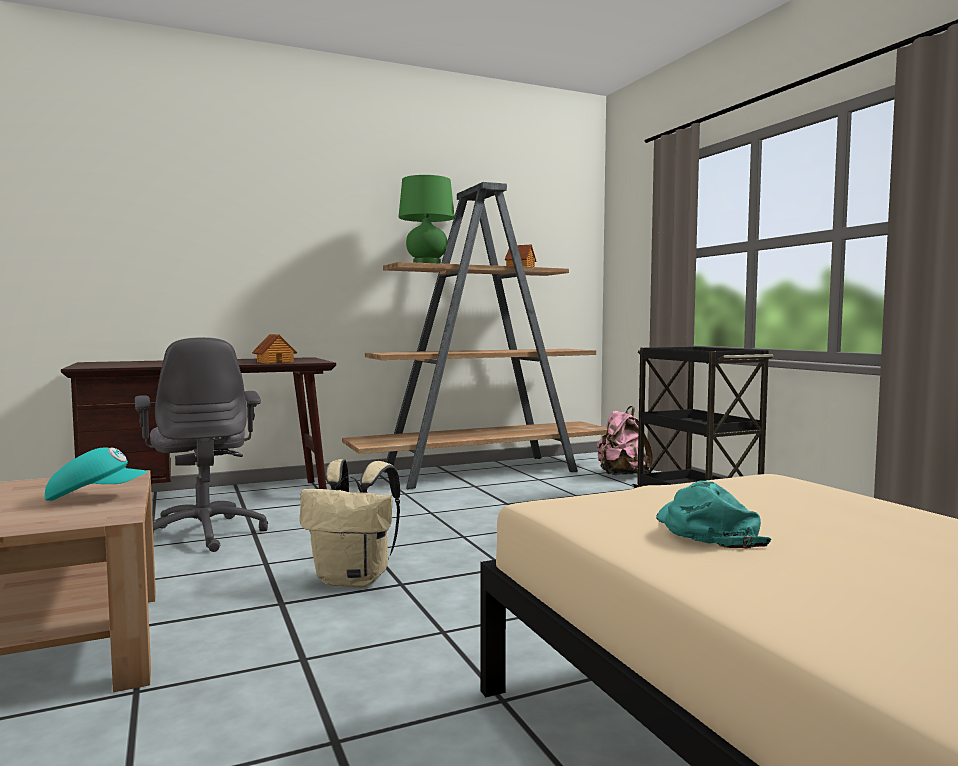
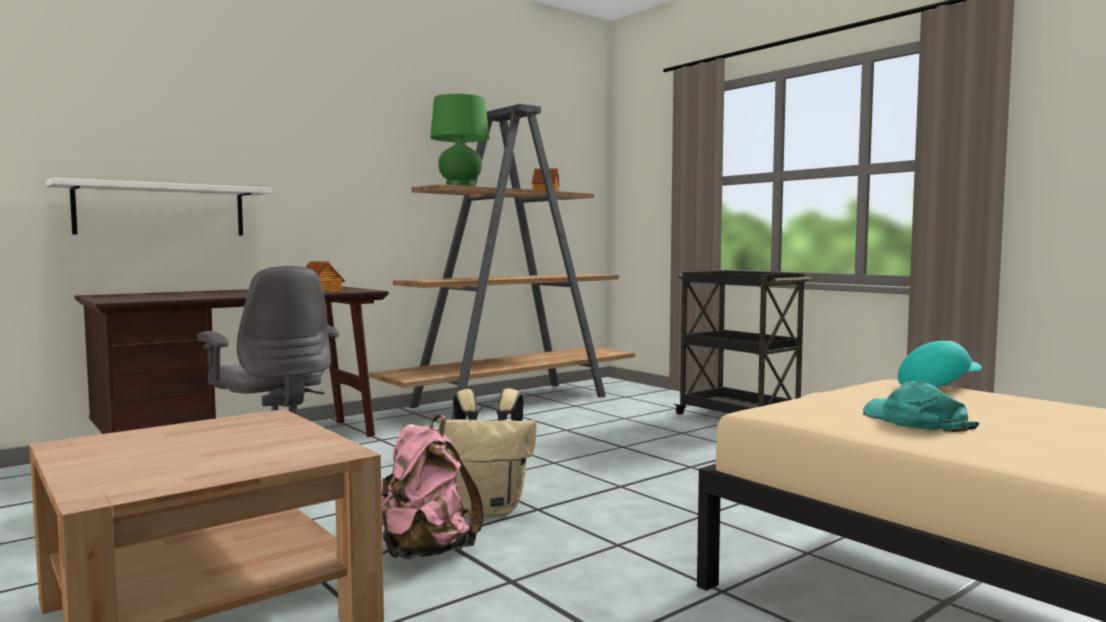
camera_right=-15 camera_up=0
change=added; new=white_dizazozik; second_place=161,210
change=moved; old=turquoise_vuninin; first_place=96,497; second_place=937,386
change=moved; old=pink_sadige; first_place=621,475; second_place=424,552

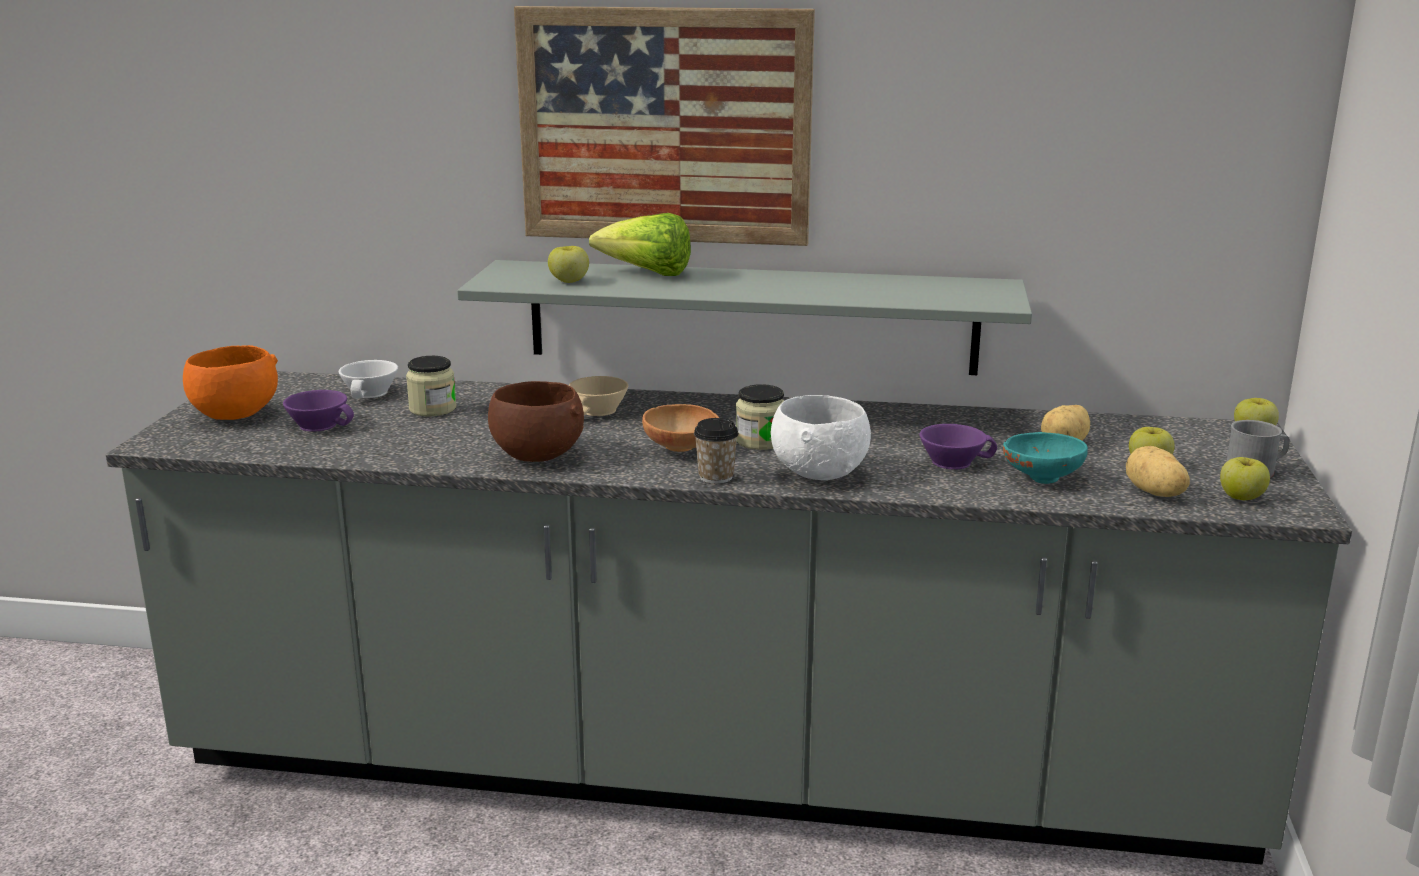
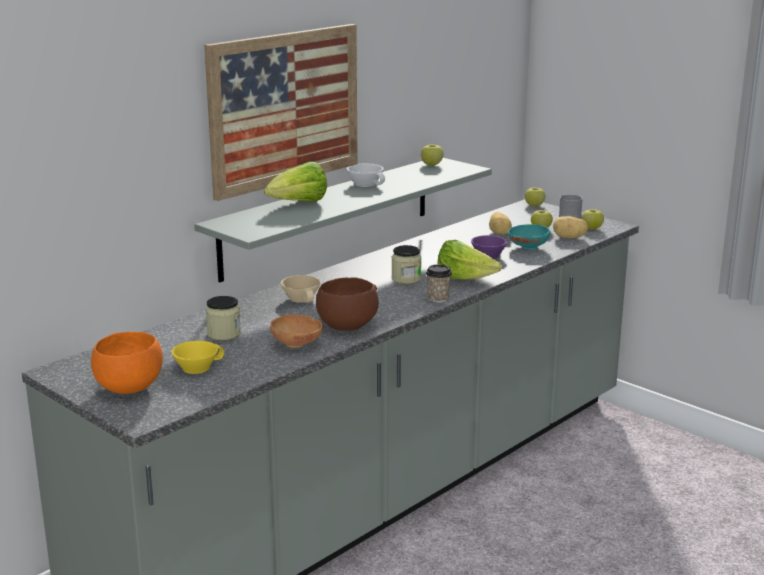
camera_right=-55 camera_up=0
change=moved; old=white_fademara; first_place=372,393; second_place=367,183
change=moved; old=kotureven; first_place=569,281; second_place=432,164
change=moved; old=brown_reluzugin; first_place=682,449; second_place=298,345
change=replaced; old=white_reluzugin; new=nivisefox; first_place=820,473; second_place=464,279
change=recoloured; old=purple_fademara; new=yellow_fademara; first_place=321,424; second_place=196,367

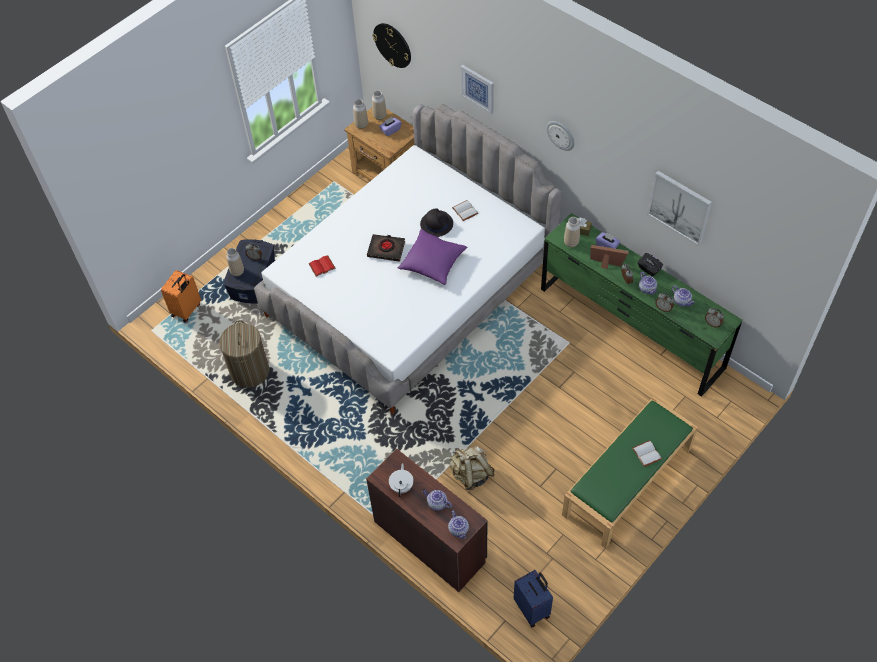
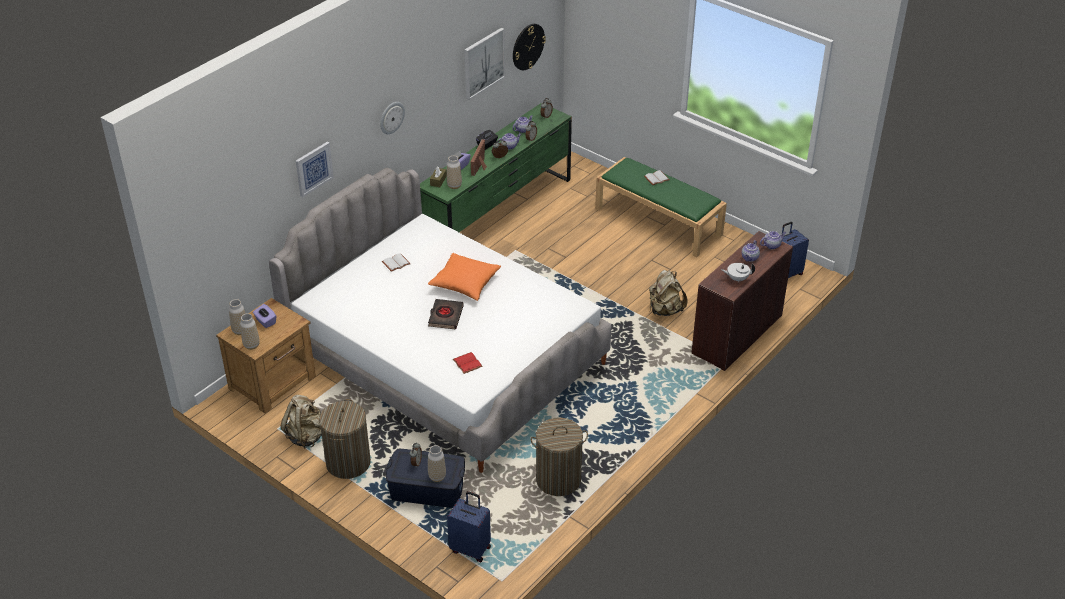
camera_right=-95 camera_up=-15
change=removed; old=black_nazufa; first_place=436,224
change=added; new=beige_sadige; second_place=306,436
change=added; new=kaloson; second_place=348,462
change=moved; old=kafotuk; first_place=392,45; second_place=528,46
change=recoloured; old=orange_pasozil; new=blue_pasozil; first_place=187,310; second_place=471,548
change=recoloured; old=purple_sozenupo; new=orange_sozenupo; first_place=433,263; second_place=465,283

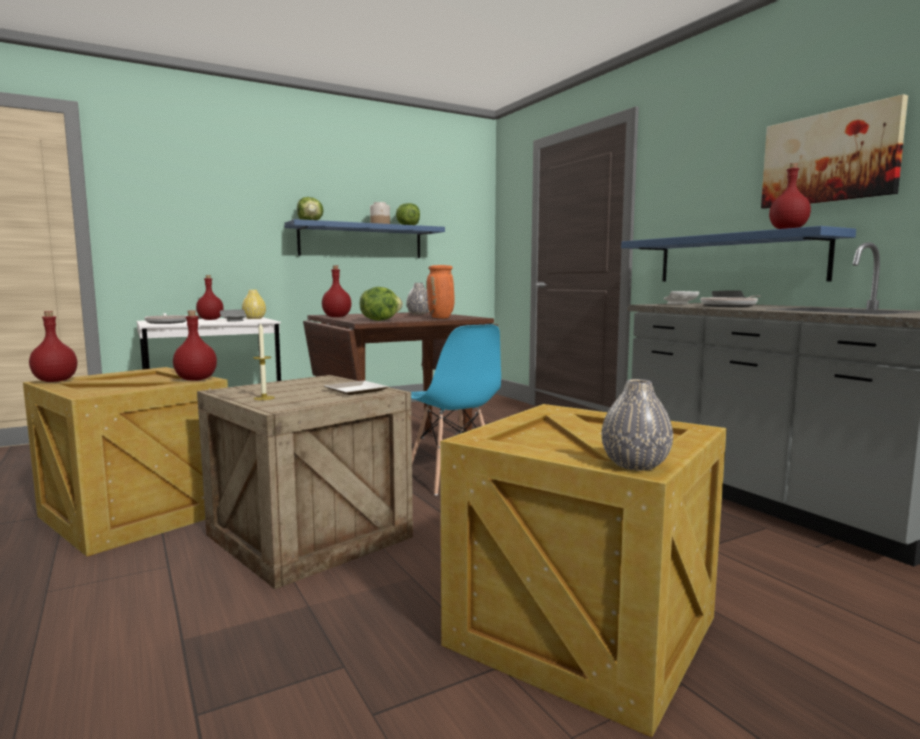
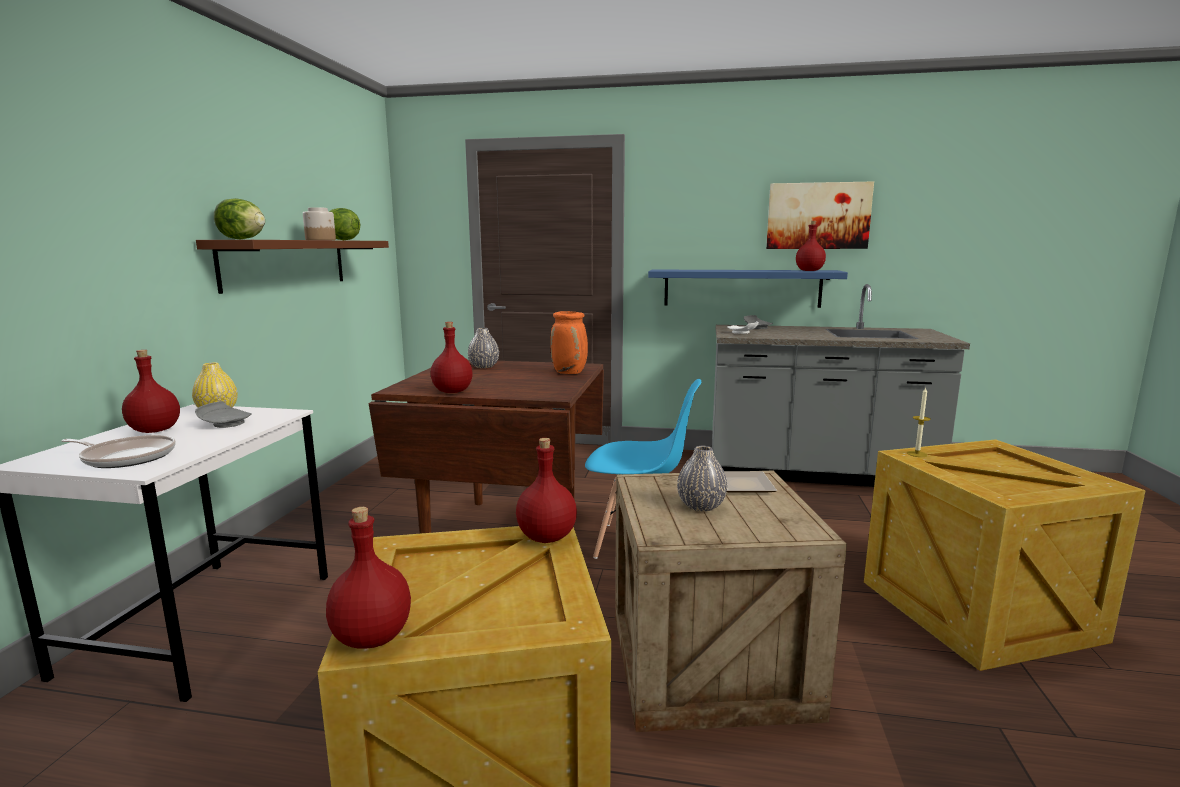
camera_right=-50 camera_up=5
change=removed; old=nivisefox; first_place=379,320
change=removed; old=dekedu; first_place=730,306
change=moved; old=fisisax; first_place=264,398; second_place=917,454
change=moved; old=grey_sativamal; first_place=635,465; second_place=701,506
change=recoloured; old=blue_dizazozik; new=brown_dizazozik; first_place=361,241; second_place=286,263

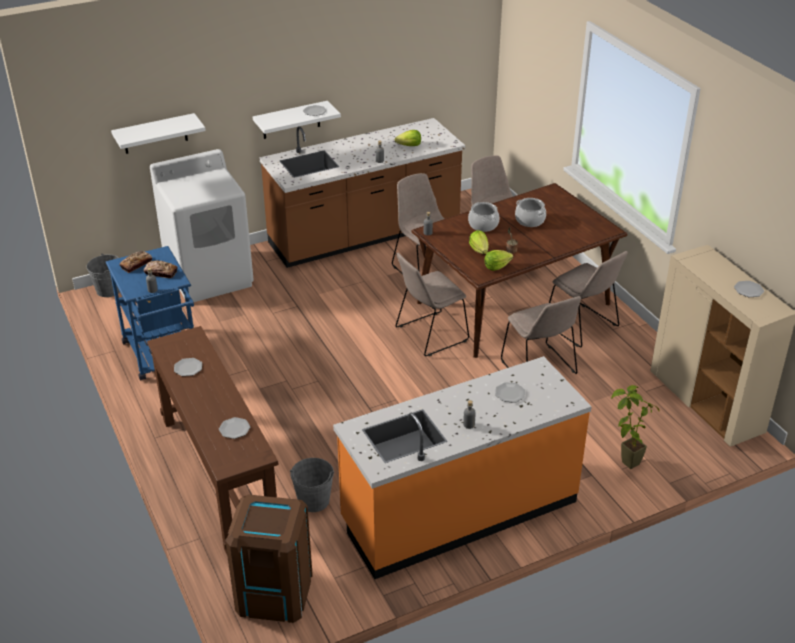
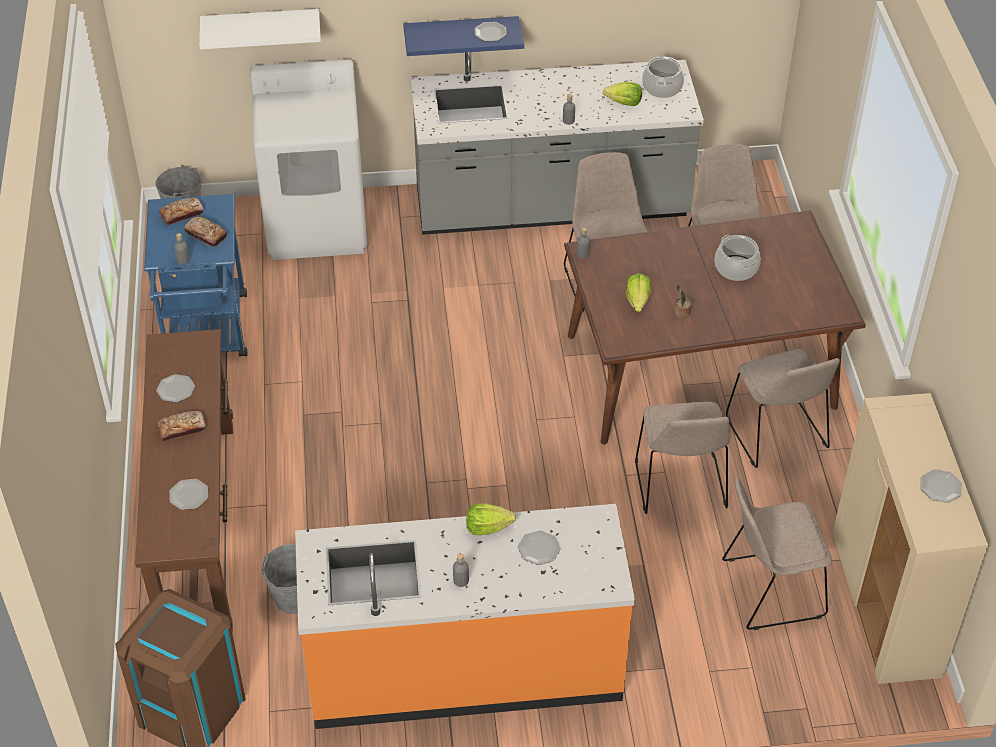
camera_right=20 camera_up=10
change=removed; old=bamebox; first_place=624,465
change=added; new=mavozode; second_place=181,429
change=moved; old=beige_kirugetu; first_place=429,335; second_place=769,589
change=moved; old=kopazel; first_place=483,225; second_place=662,87
change=moved; old=nivisefox; first_place=496,267; second_place=487,527
change=recoloured; old=white_dizazozik; new=blue_dizazozik; first_place=291,120; second_place=461,35
change=recoloured; old=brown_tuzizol; new=grey_tuzizol; first_place=365,235; second_place=551,207

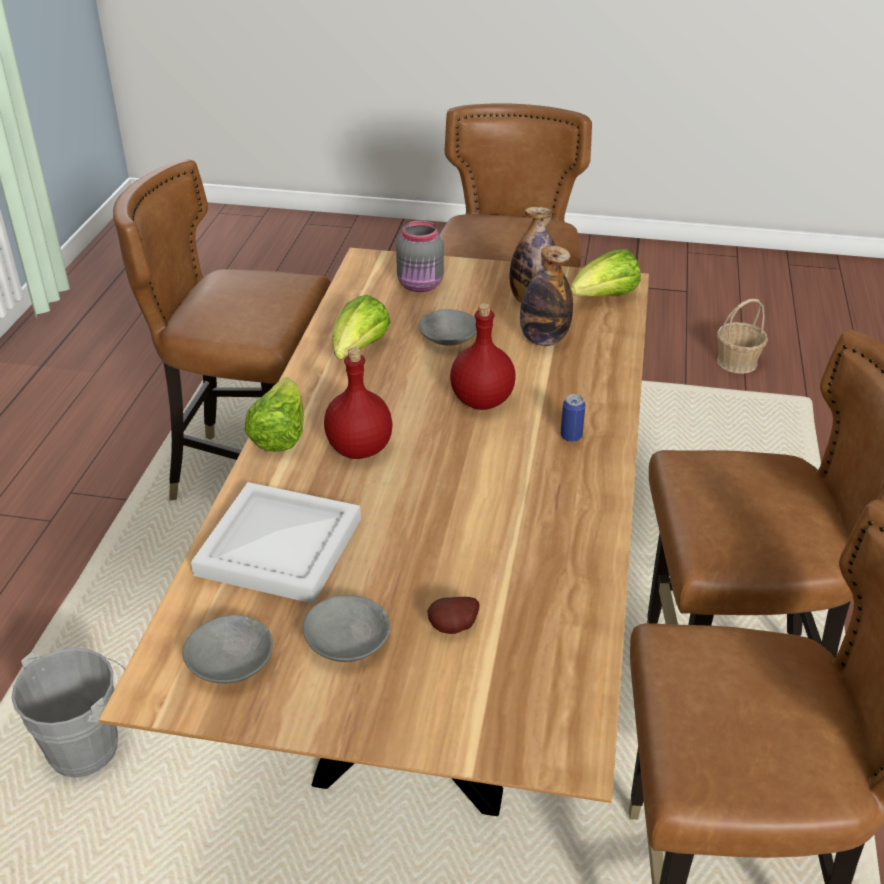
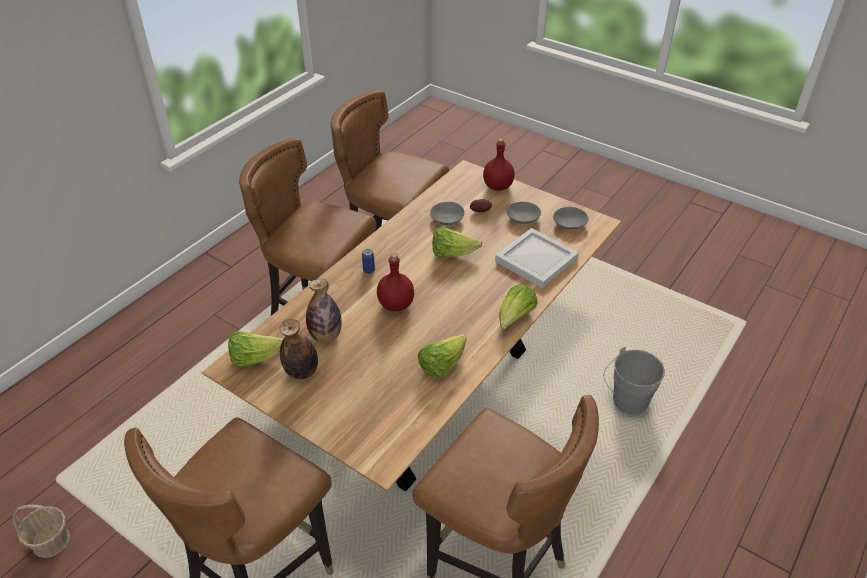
camera_right=-155 camera_up=5
change=removed; old=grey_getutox; first_place=421,285
change=added; new=nivisefox; second_place=452,253
change=moved; old=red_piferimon; first_place=361,449; second_place=497,186
change=moved; old=grey_reluzugin; first_place=448,337; second_place=447,219

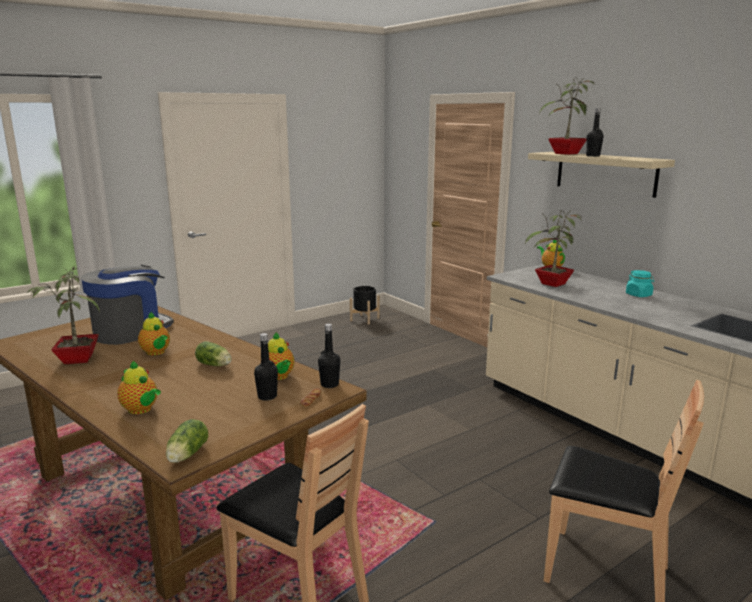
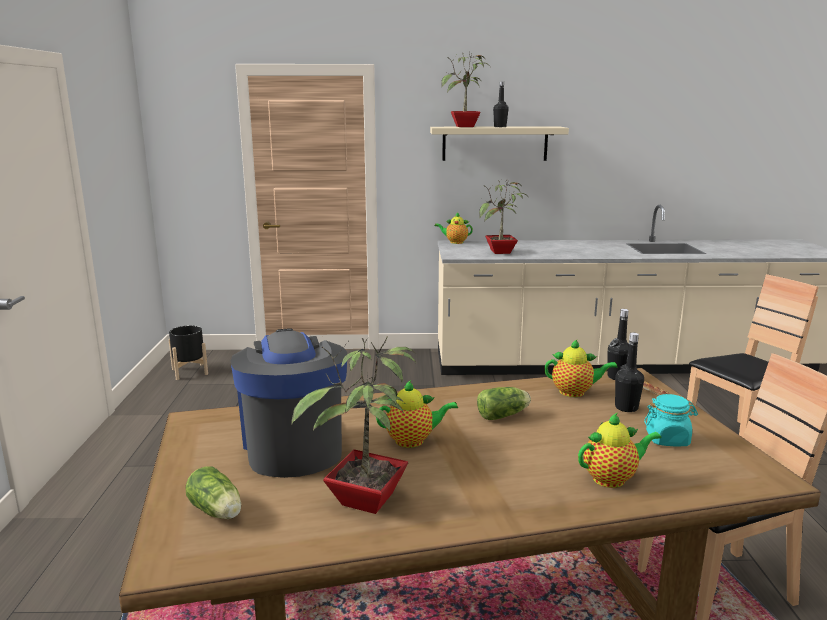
camera_right=-55 camera_up=0
change=moved; old=nivisefox; first_place=186,455; second_place=217,512
change=moved; old=turquoise_getutox; first_place=638,295; second_place=667,439

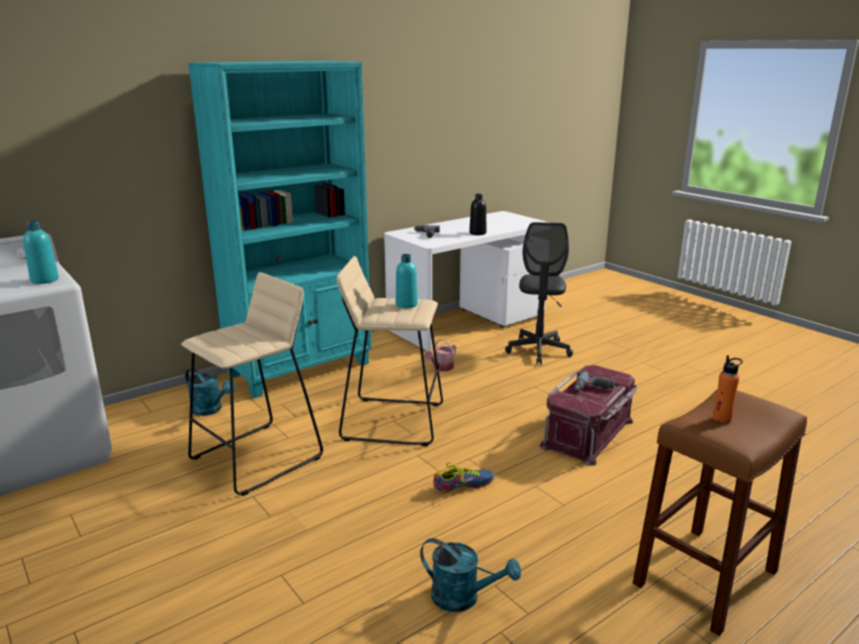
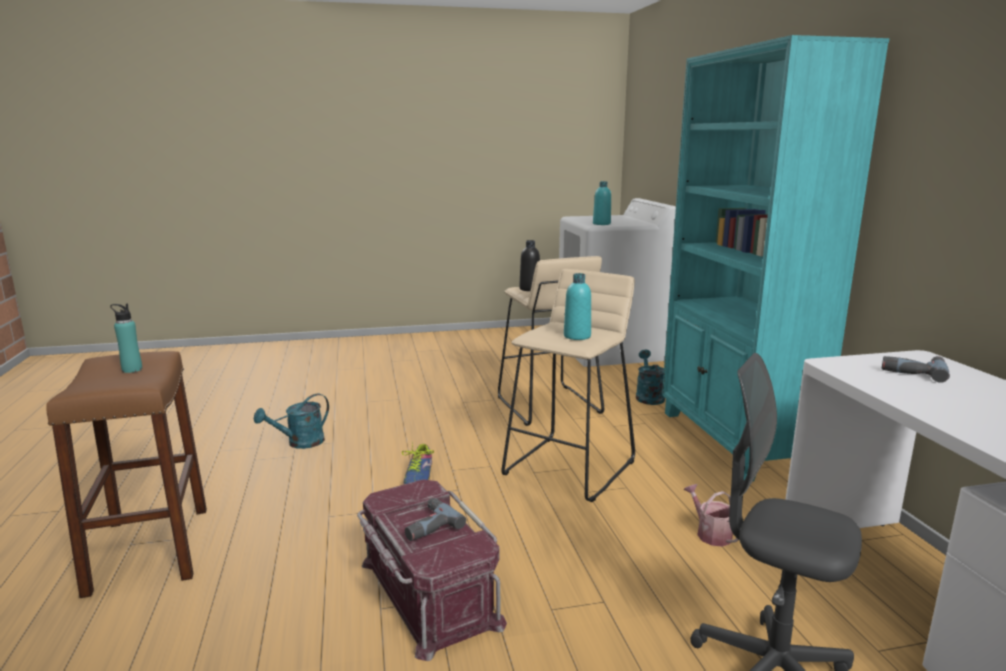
camera_right=115 camera_up=-5
change=moved; old=black_piferimon; first_place=477,233; second_place=529,289
change=recoloured; old=orange_piferimon; new=turquoise_piferimon; first_place=722,418; second_place=132,369
change=turned; old=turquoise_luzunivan; first_place=211,410; second_place=648,396; degrees=120

